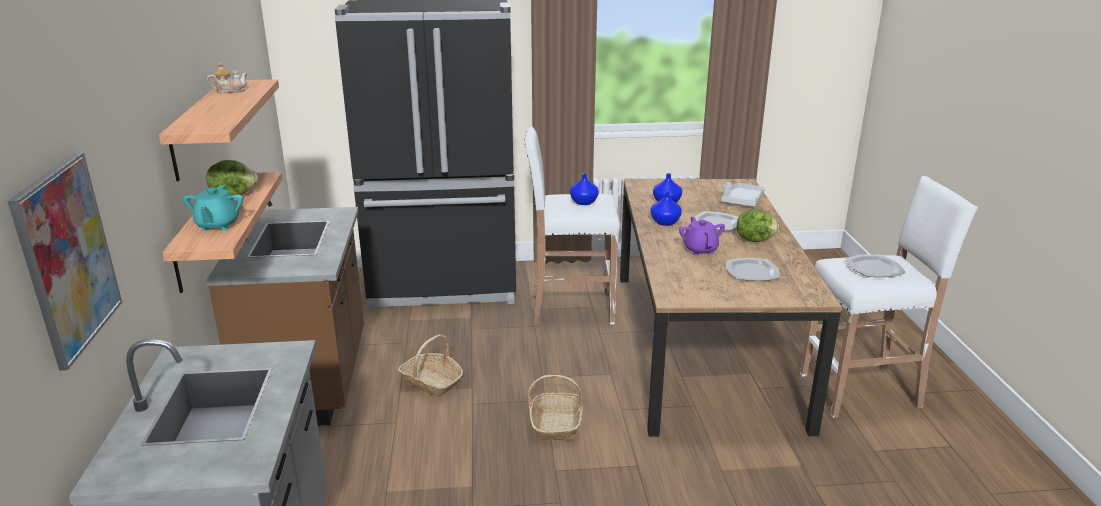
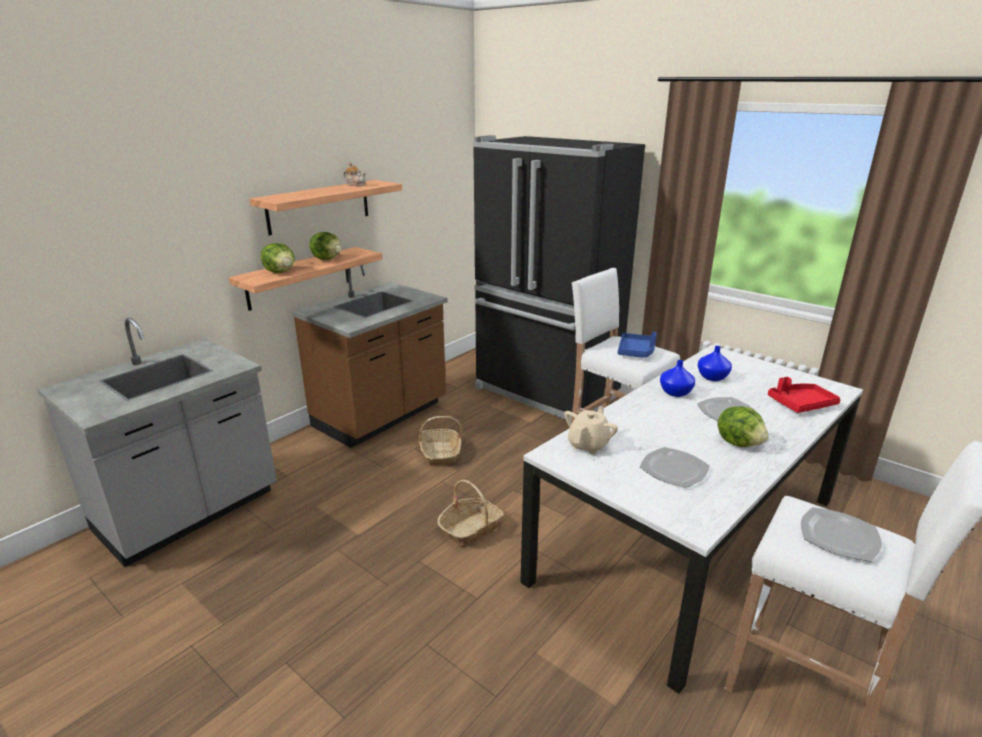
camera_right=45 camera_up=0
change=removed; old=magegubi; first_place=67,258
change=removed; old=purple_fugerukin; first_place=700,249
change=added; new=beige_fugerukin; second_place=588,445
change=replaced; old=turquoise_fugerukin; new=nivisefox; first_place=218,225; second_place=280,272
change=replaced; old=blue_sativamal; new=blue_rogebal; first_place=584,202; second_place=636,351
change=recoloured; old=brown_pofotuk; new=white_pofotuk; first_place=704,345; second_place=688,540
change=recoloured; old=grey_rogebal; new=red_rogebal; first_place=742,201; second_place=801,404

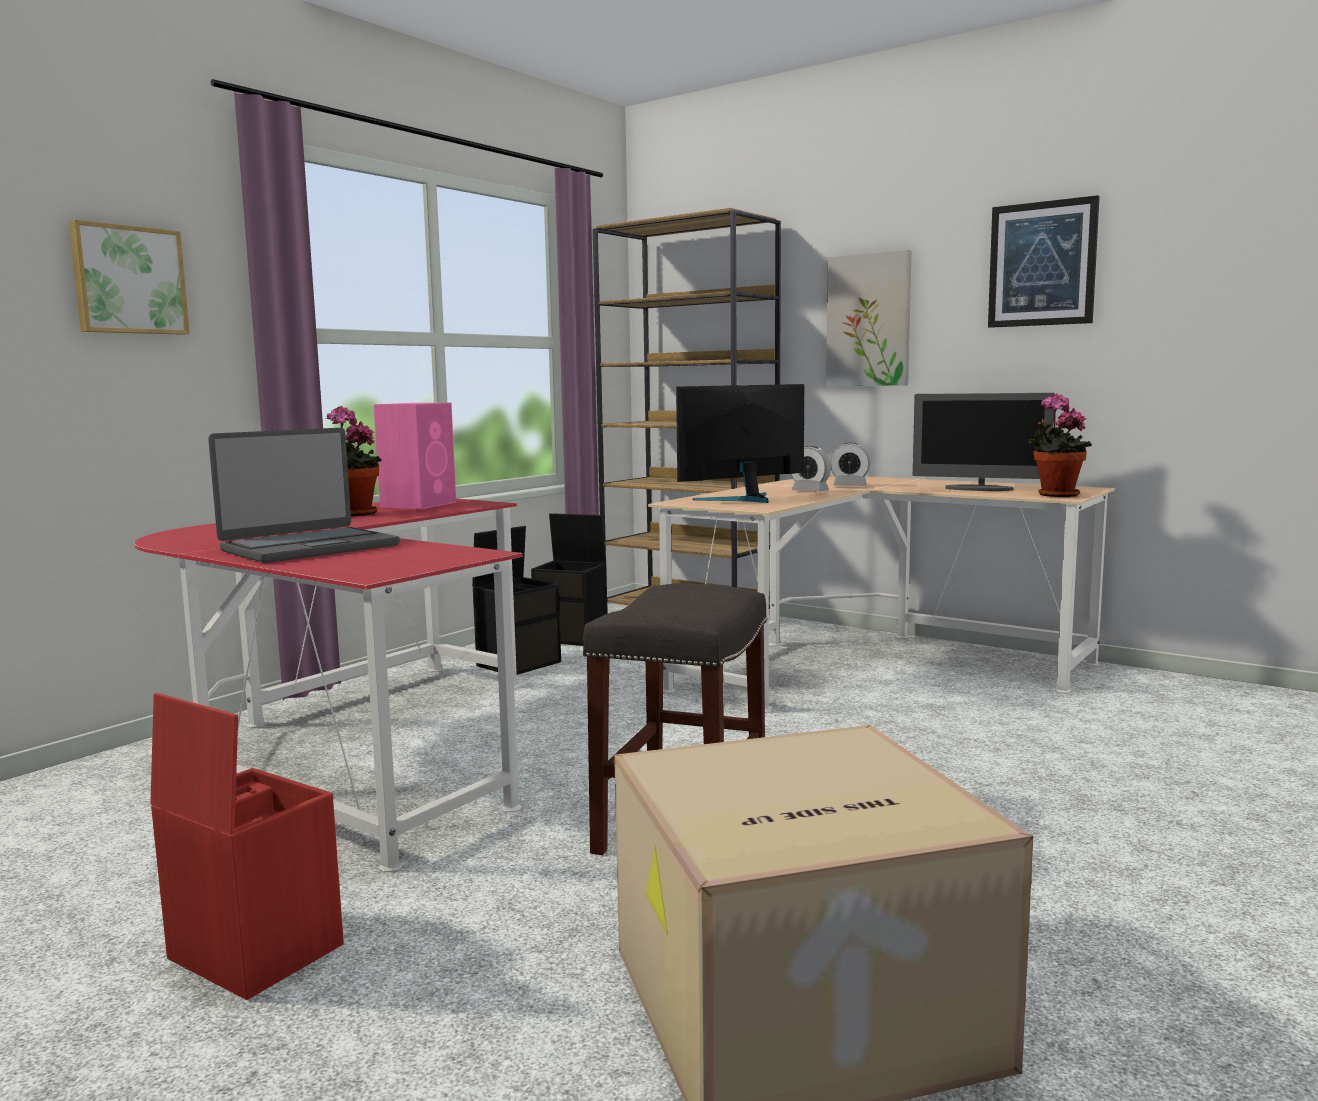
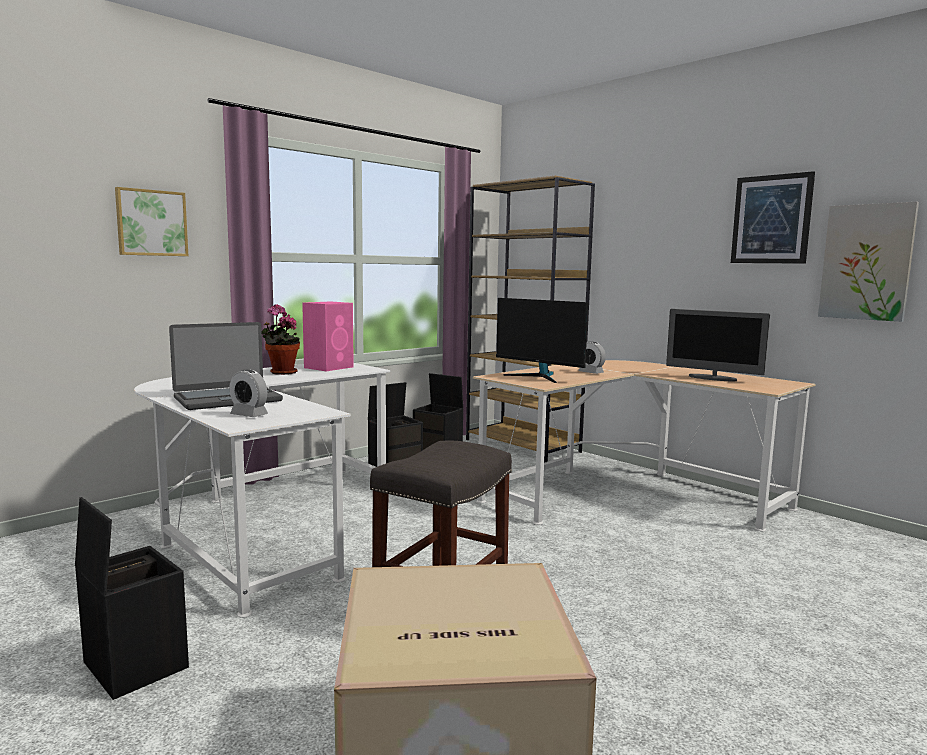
camera_right=10 camera_up=0
change=removed; old=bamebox; first_place=1054,495
change=moved; old=magegubi; first_place=869,320; second_place=866,262
change=moved; old=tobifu; first_place=849,486; second_place=249,415
change=recoloured; old=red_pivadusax; new=white_pivadusax; first_place=355,748; second_place=266,523
change=recoloured; old=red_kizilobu; new=black_kizilobu; first_place=252,952; second_place=133,665
change=turned; old=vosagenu; first_place=744,499; second_place=539,377; degrees=-120

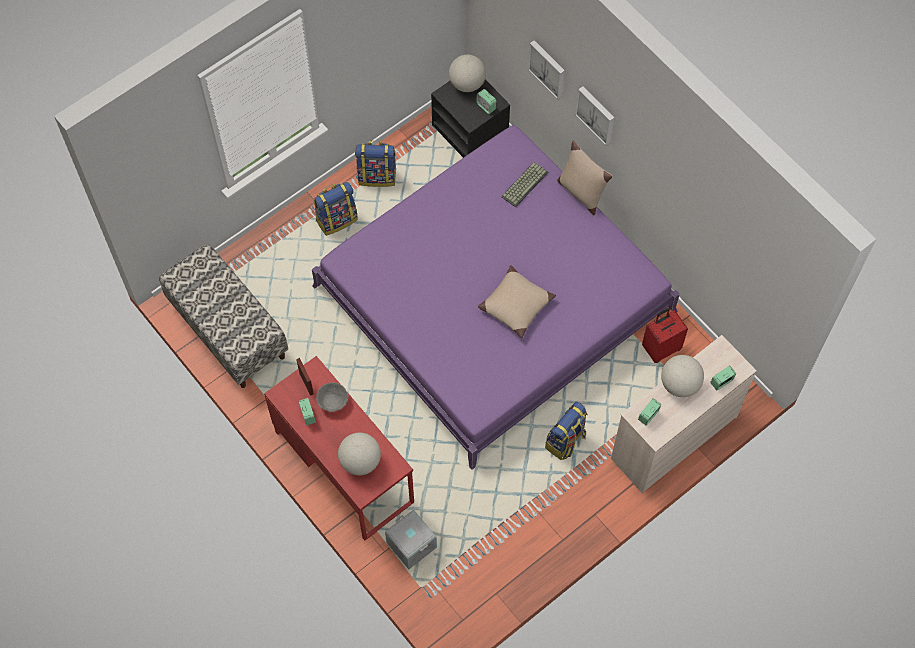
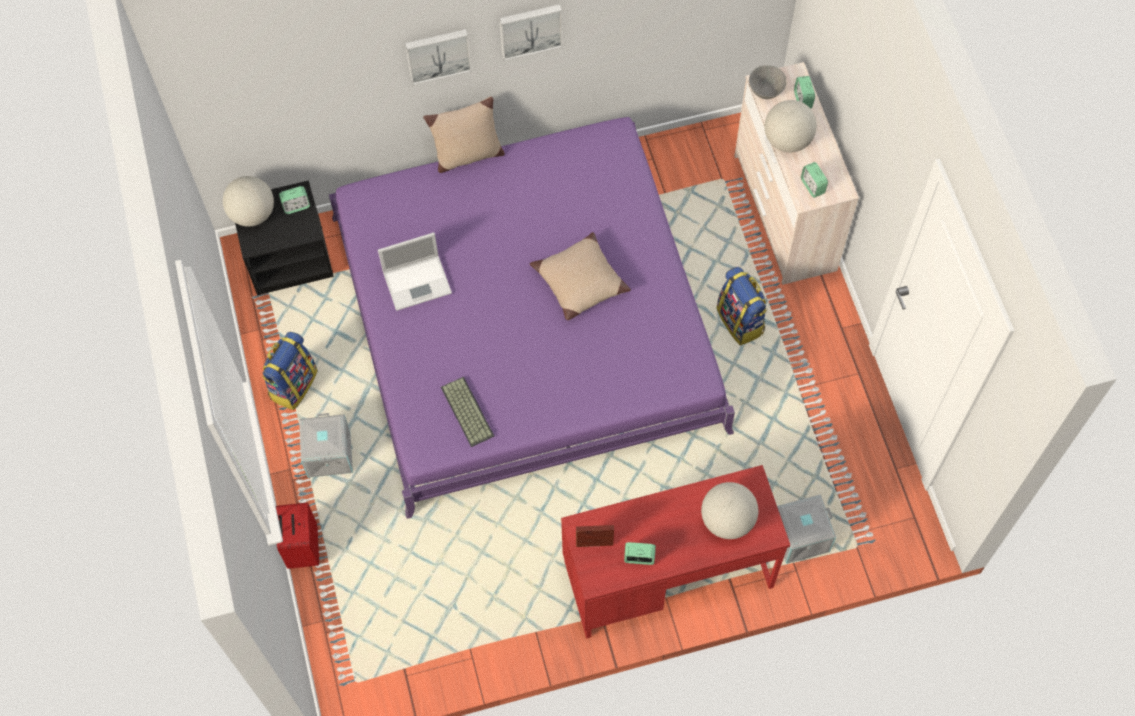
camera_right=-65 camera_up=0
change=removed; old=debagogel; first_place=228,330
change=added; new=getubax; second_place=418,282
change=moved; old=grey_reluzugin; first_place=332,402; second_place=766,90
change=moved; old=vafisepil; first_place=524,183; second_place=465,411
change=moved; old=magegubi; first_place=548,68; second_place=530,29
change=moved; old=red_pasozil; first_place=661,348; second_place=302,548
change=replaced; old=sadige; new=grey_kizilobu; first_place=336,219; second_place=328,454

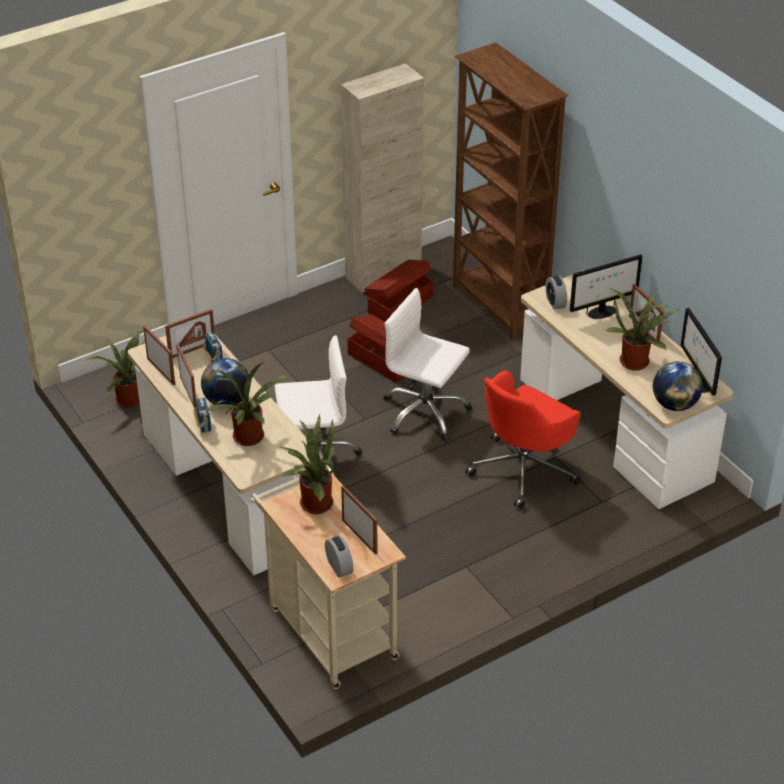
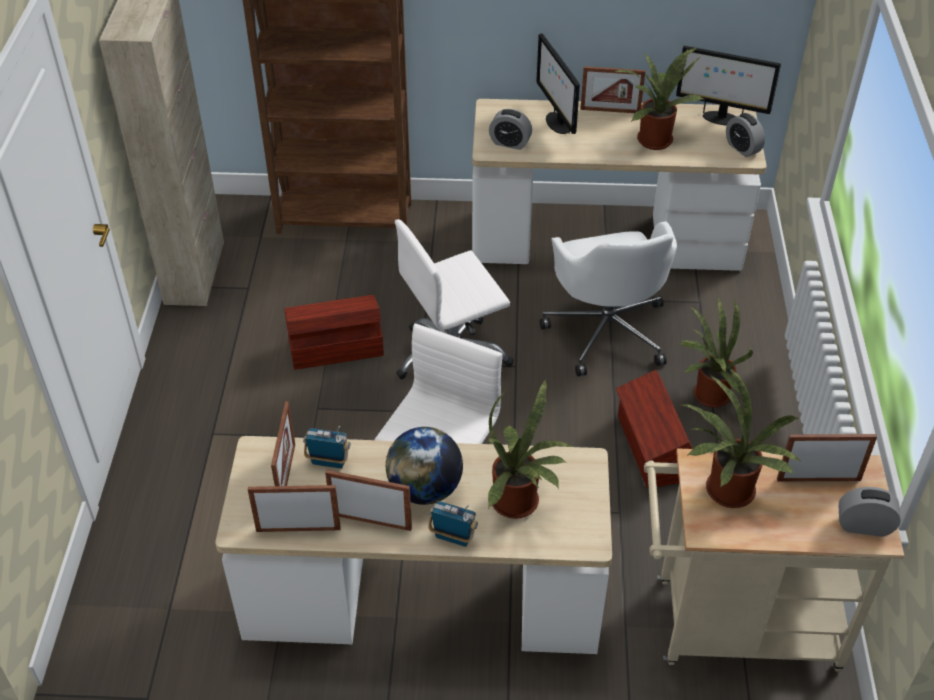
camera_right=-55 camera_up=5
change=moved; old=bamebox; first_place=128,398; second_place=707,395
change=moved; old=brown_kizilobu; first_place=399,304; second_place=652,448
change=replaced; old=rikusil; new=tobifu; first_place=675,405; second_place=742,148
change=recoloured; old=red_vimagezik; new=white_vimagezik; first_place=524,469; second_place=607,330
change=turned; old=vosagenu; first_place=601,312; second_place=557,123; degrees=150

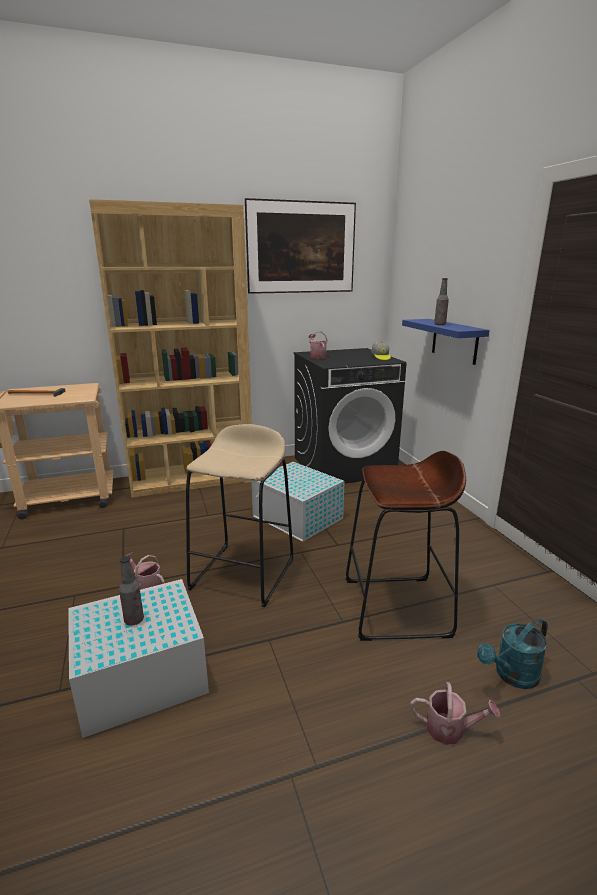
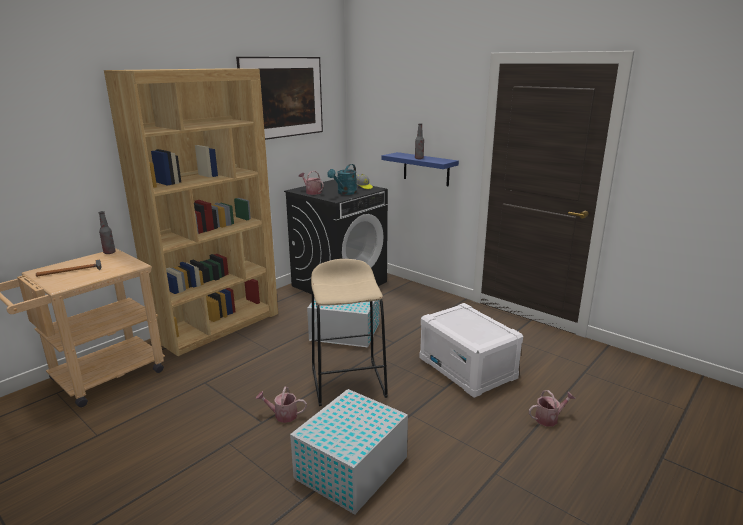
camera_right=-30 camera_up=0
change=moved; old=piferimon; first_place=134,620; second_place=109,253
change=moved; old=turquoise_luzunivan; first_place=511,676; second_place=345,193
change=replaced; old=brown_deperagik; new=white_kizilobu; first_place=396,607; second_place=467,368

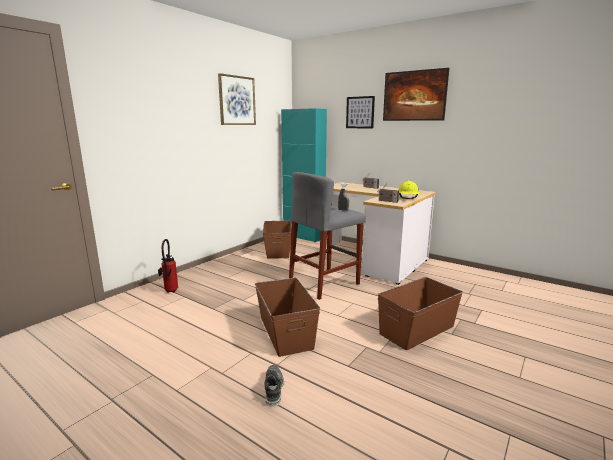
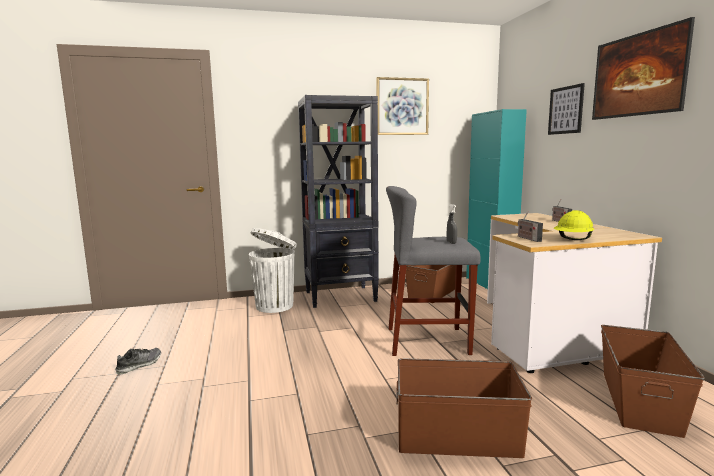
camera_right=40 camera_up=-5
change=added; new=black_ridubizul; second_place=341,296
change=moved; old=brown_kizilobu; first_place=286,332; second_place=640,401
change=moved; old=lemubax; first_place=273,389; second_place=139,365
change=replaced; old=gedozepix; new=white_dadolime; first_place=170,292; second_place=275,306

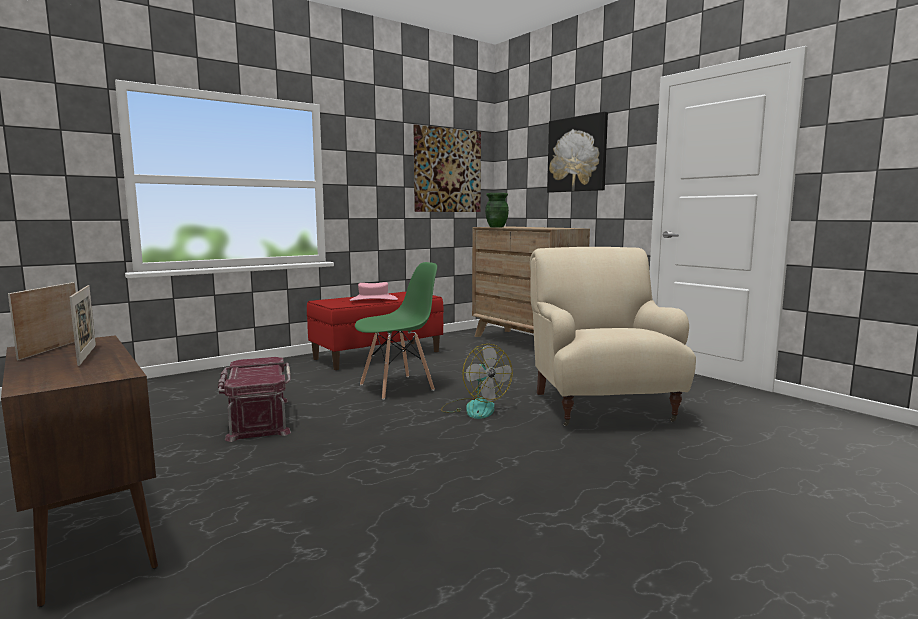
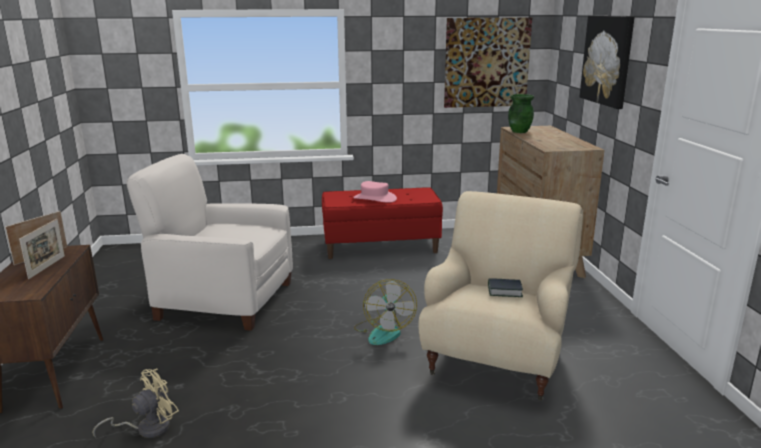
camera_right=30 camera_up=10
change=removed; old=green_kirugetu; first_place=397,387
change=added; new=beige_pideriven; second_place=147,428
change=added; new=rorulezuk; second_place=504,291
change=replaced; old=red_kizilobu; new=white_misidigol; first_place=257,419; second_place=224,300

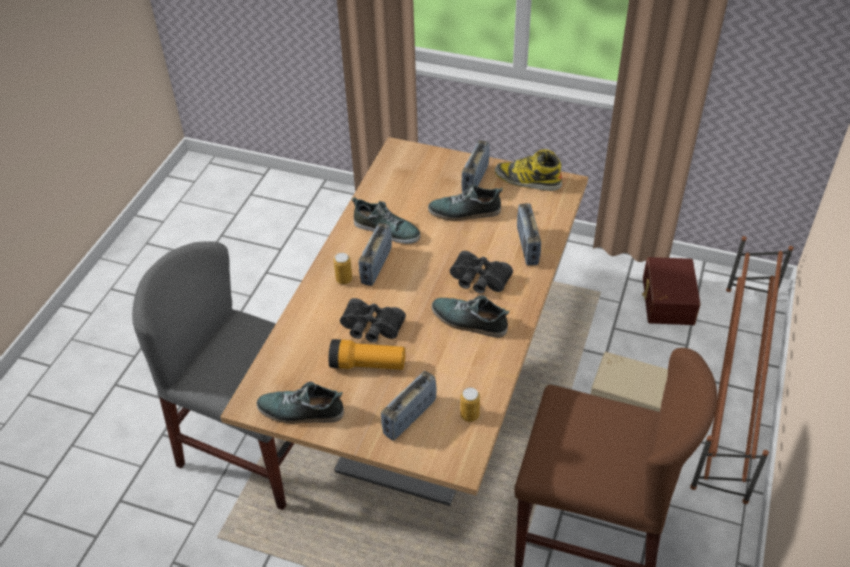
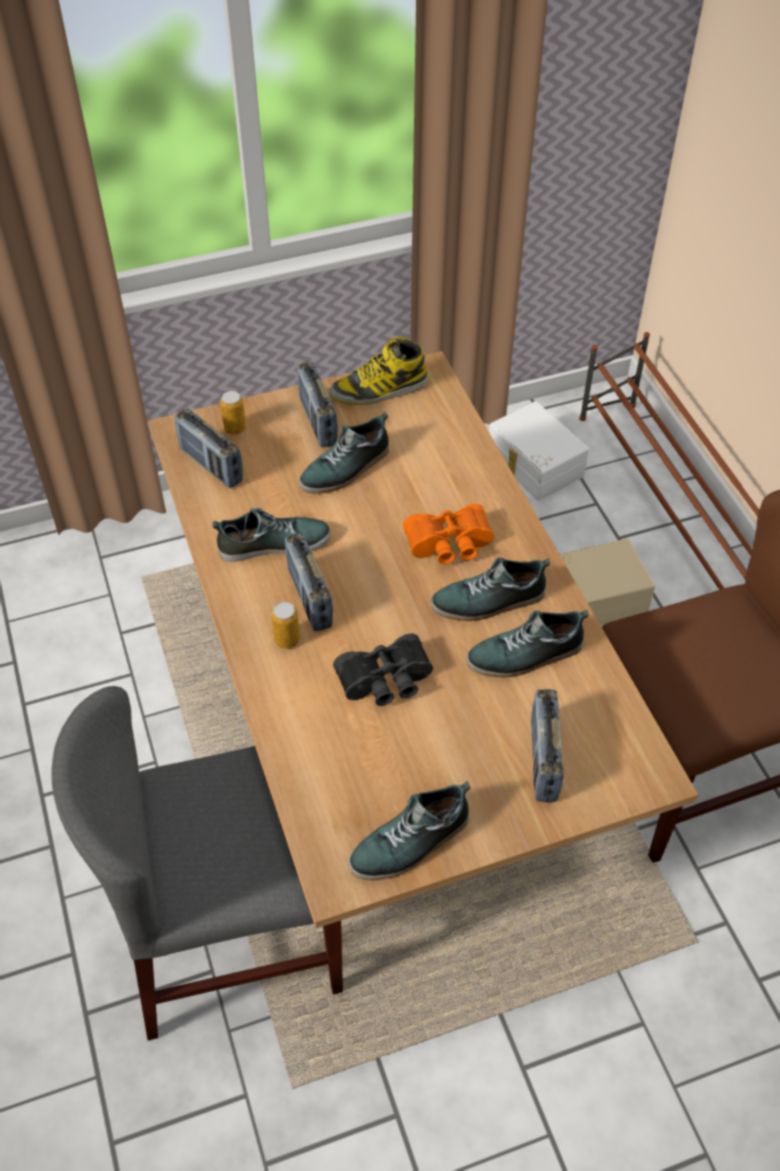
camera_right=-40 camera_up=5
change=removed; old=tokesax; first_place=367,364
change=added; new=lemubax; second_place=525,655
change=moved; old=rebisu; first_place=469,415; second_place=235,428
change=moved; old=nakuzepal; first_place=527,246; second_place=211,465
change=recoloured; old=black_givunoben; new=orange_givunoben; first_place=478,281; second_place=450,546
change=recoloured; old=brown_kizilobu; new=white_kizilobu; first_place=666,300; second_place=533,465

